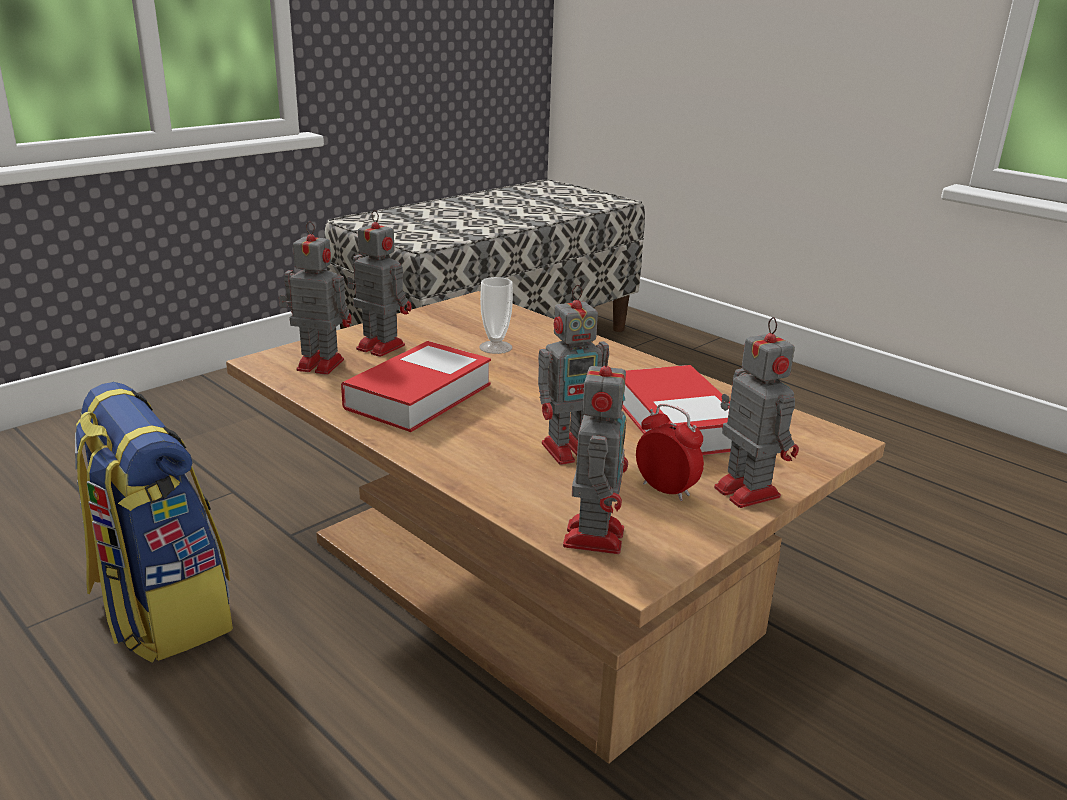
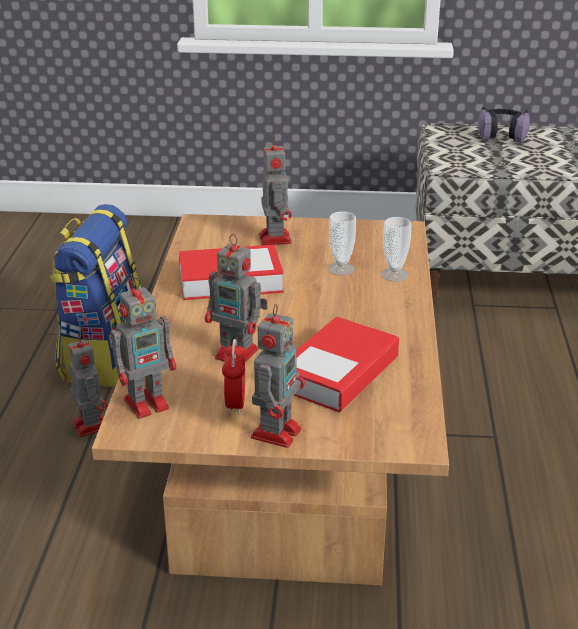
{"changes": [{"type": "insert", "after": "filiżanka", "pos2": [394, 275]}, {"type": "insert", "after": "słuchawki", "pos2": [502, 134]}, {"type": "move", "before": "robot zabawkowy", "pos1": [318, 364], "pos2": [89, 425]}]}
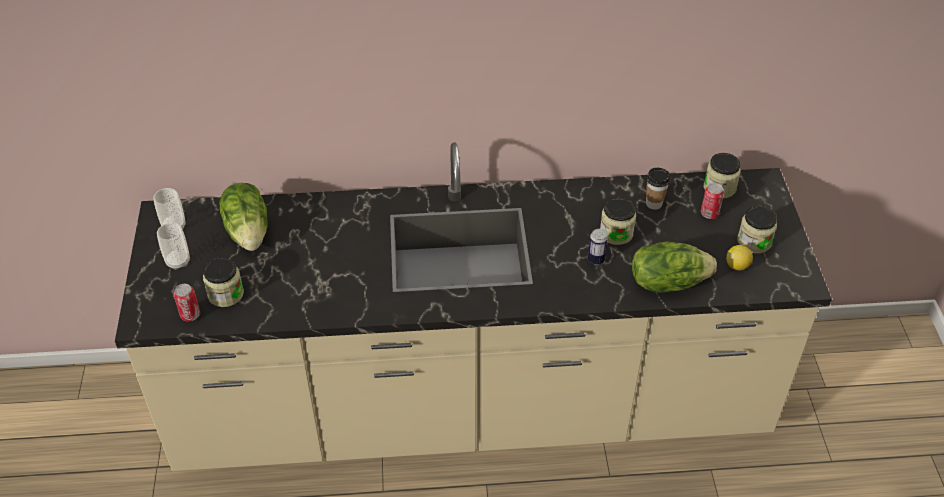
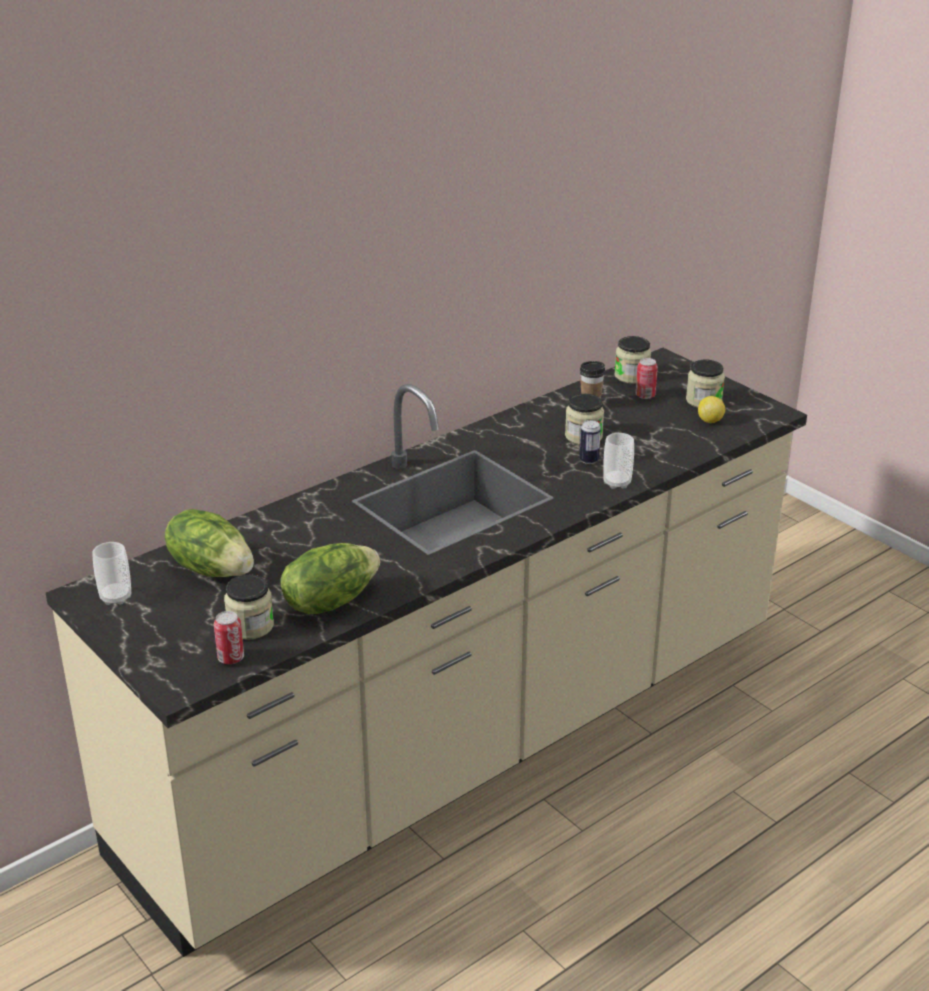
{"changes": [{"type": "move", "before": "filiżanka", "pos1": [178, 261], "pos2": [617, 483]}, {"type": "move", "before": "sałata", "pos1": [667, 282], "pos2": [330, 601]}]}
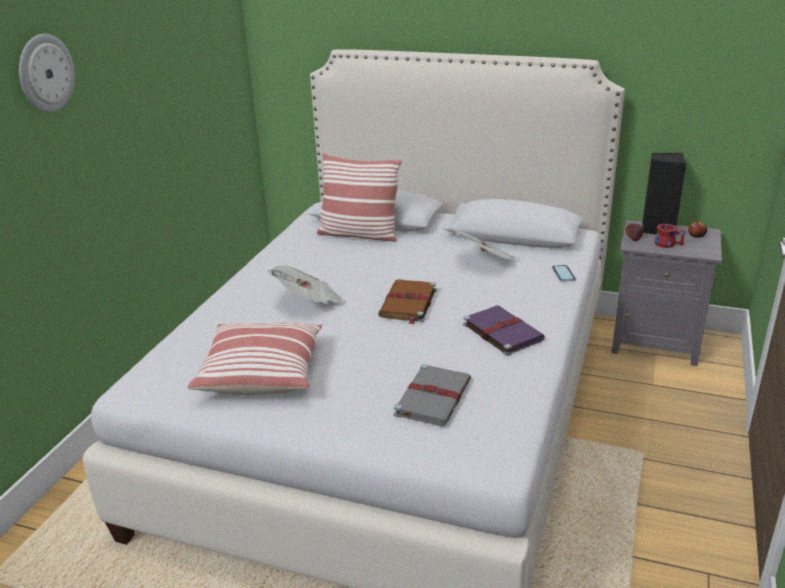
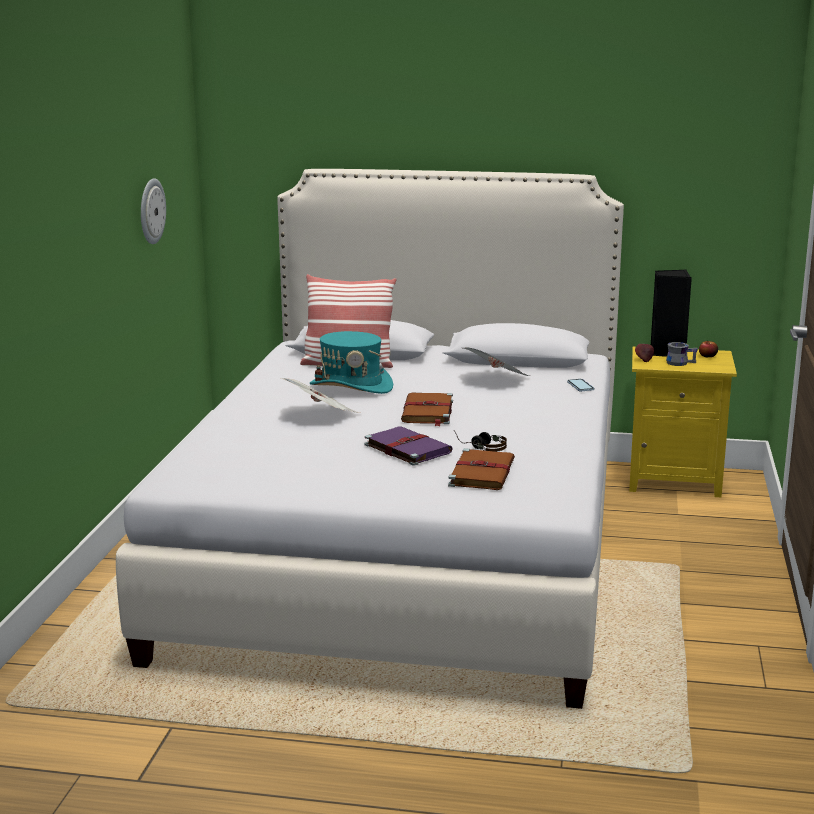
{"changes": [{"type": "delete", "before": "poduszka", "pos1": [261, 373]}, {"type": "insert", "after": "kapelusz [turkusowy]", "pos2": [351, 386]}, {"type": "insert", "after": "słuchawki", "pos2": [480, 447]}, {"type": "move", "before": "zegar ścienny", "pos1": [45, 73], "pos2": [151, 211]}, {"type": "move", "before": "książka [fioletowy]", "pos1": [501, 331], "pos2": [406, 448]}, {"type": "recolor", "before": "książka [szary]", "after": "książka [brązowy]", "pos1": [433, 397], "pos2": [482, 472]}, {"type": "recolor", "before": "szafka nocna [szary]", "after": "szafka nocna [żółty]", "pos1": [655, 342], "pos2": [674, 480]}, {"type": "recolor", "before": "kubek [czerwony]", "after": "kubek [szary]", "pos1": [667, 243], "pos2": [680, 362]}]}
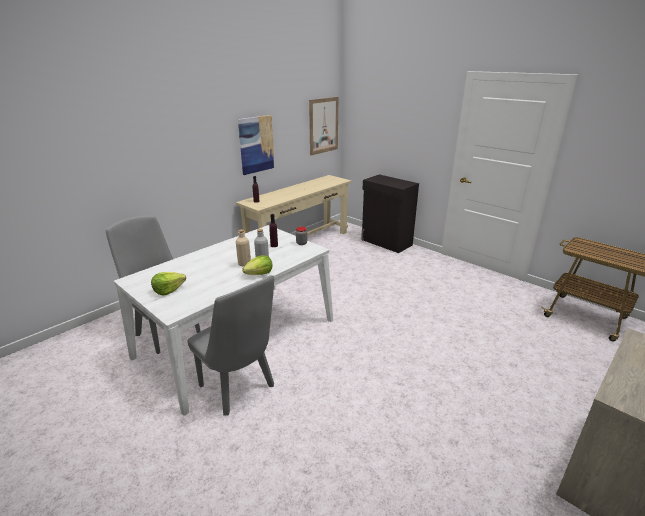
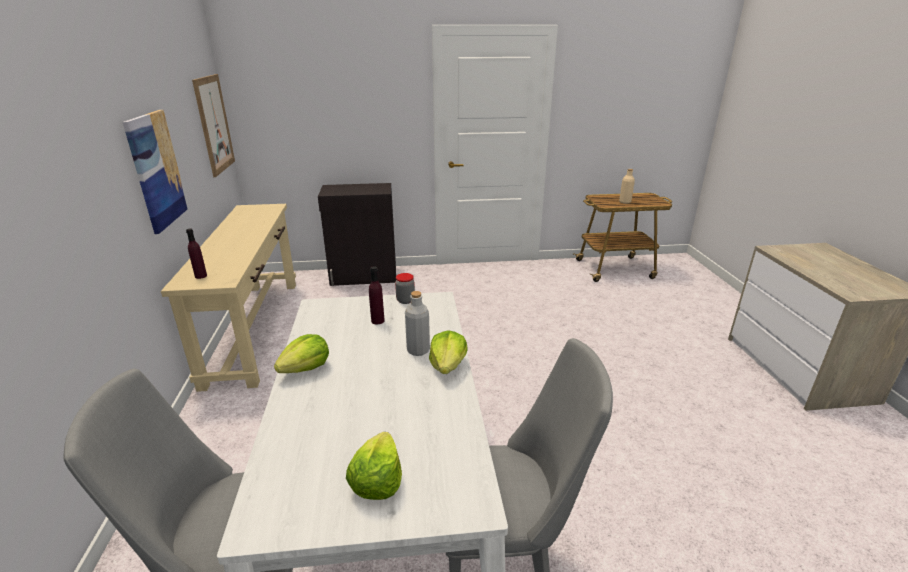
{"changes": [{"type": "insert", "after": "sałata", "pos2": [306, 368]}, {"type": "move", "before": "butelka [beżowy]", "pos1": [244, 264], "pos2": [625, 202]}]}
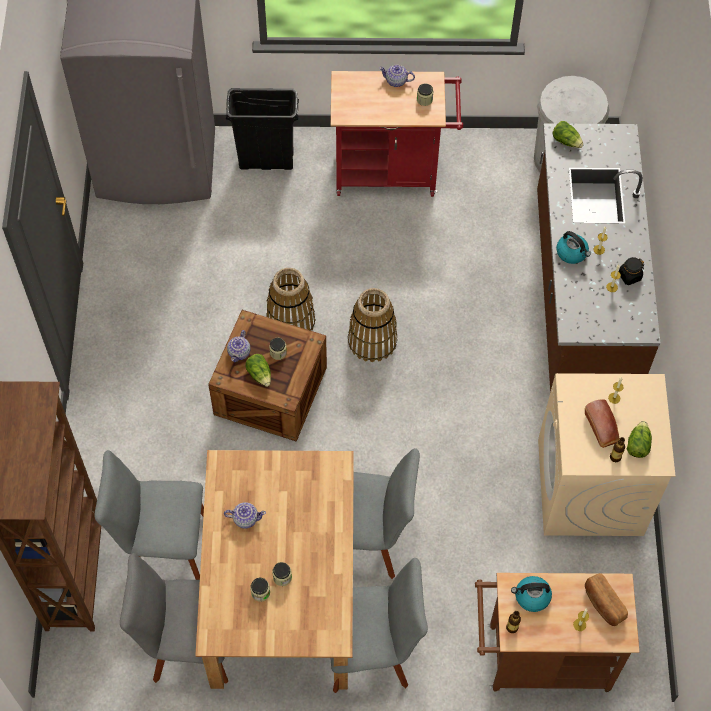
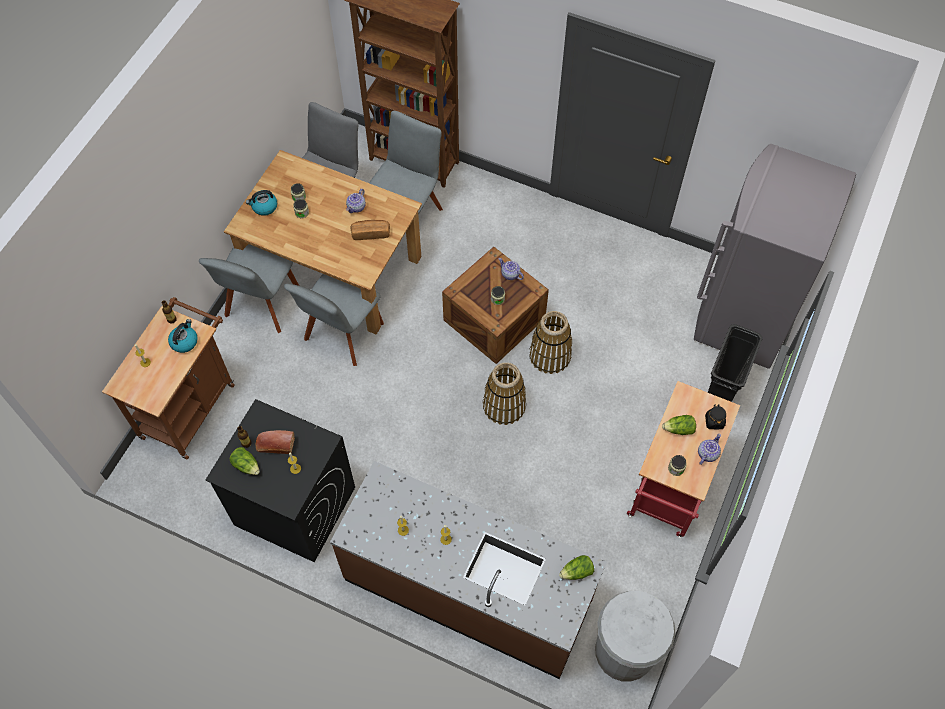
{"changes": [{"type": "move", "before": "sałata", "pos1": [260, 374], "pos2": [679, 429]}, {"type": "move", "before": "czajnik", "pos1": [572, 253], "pos2": [264, 207]}, {"type": "move", "before": "chleb", "pos1": [603, 603], "pos2": [370, 233]}, {"type": "move", "before": "słoik [czarny]", "pos1": [629, 276], "pos2": [714, 421]}, {"type": "recolor", "before": "pralka [beżowy]", "after": "pralka [czarny]", "pos1": [590, 488], "pos2": [294, 506]}]}
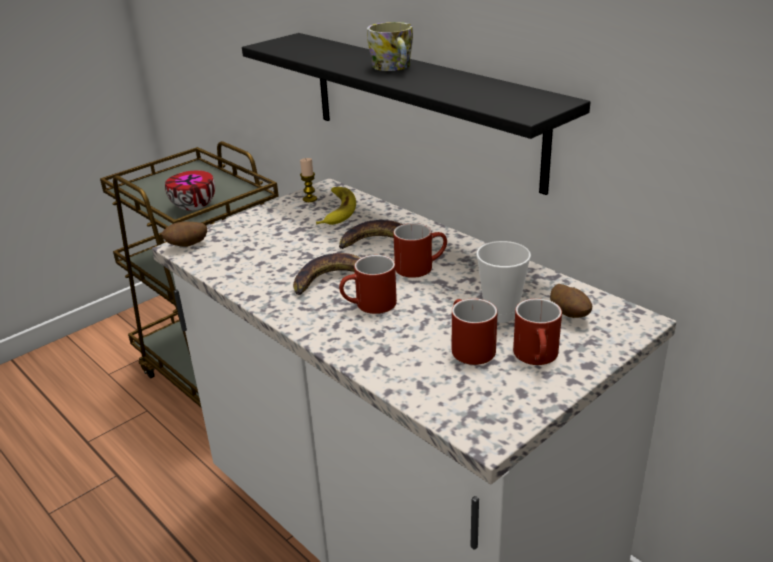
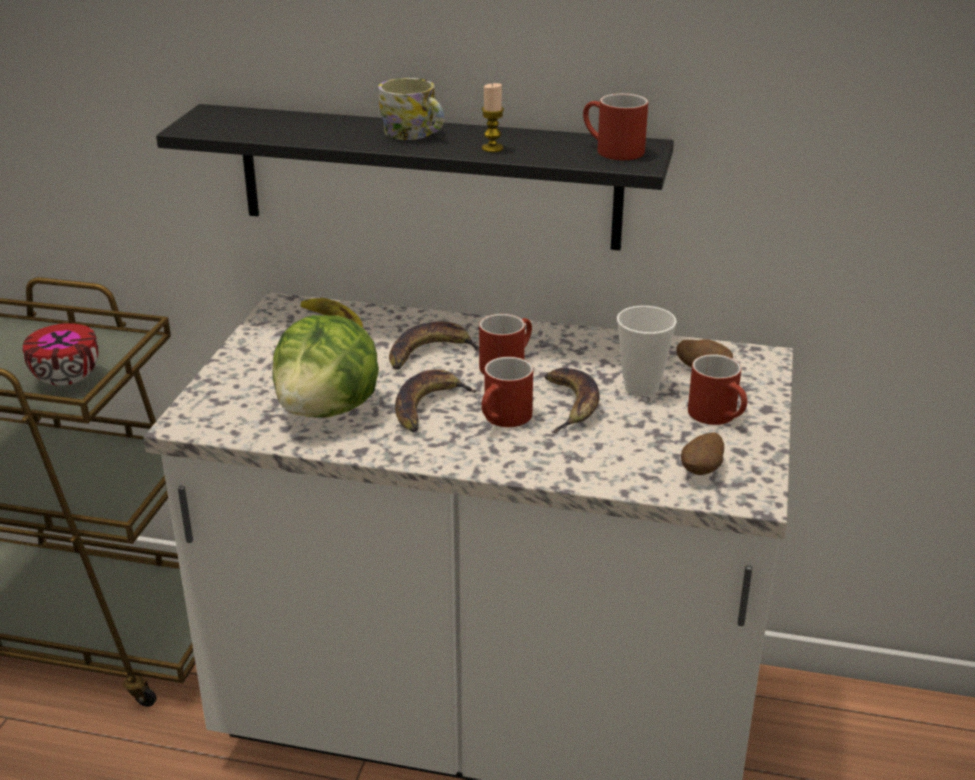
{"changes": [{"type": "insert", "after": "sałata", "pos2": [328, 410]}, {"type": "insert", "after": "banan", "pos2": [571, 405]}, {"type": "move", "before": "ziemniak", "pos1": [187, 246], "pos2": [702, 471]}, {"type": "move", "before": "świeca", "pos1": [310, 199], "pos2": [492, 148]}, {"type": "move", "before": "kubek [czerwony]", "pos1": [467, 347], "pos2": [611, 151]}]}
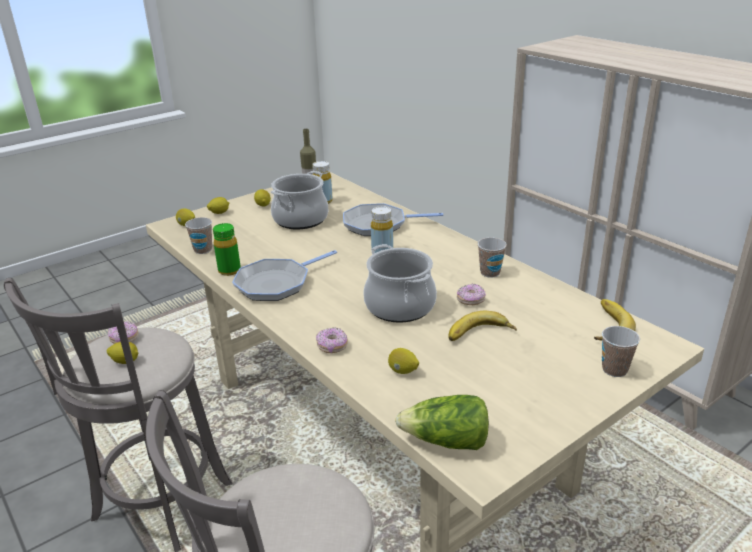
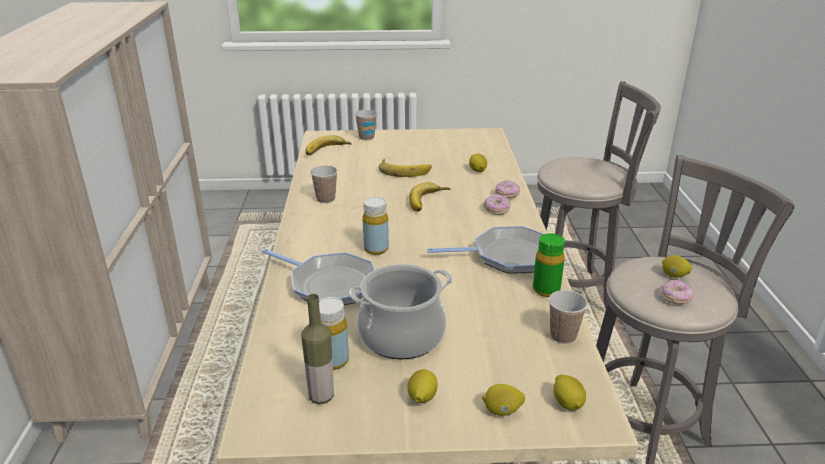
{"changes": [{"type": "delete", "before": "sałata", "pos1": [446, 442]}, {"type": "move", "before": "donut", "pos1": [471, 301], "pos2": [496, 210]}, {"type": "replace", "before": "garnek", "after": "banan", "pos1": [399, 306], "pos2": [429, 201]}]}
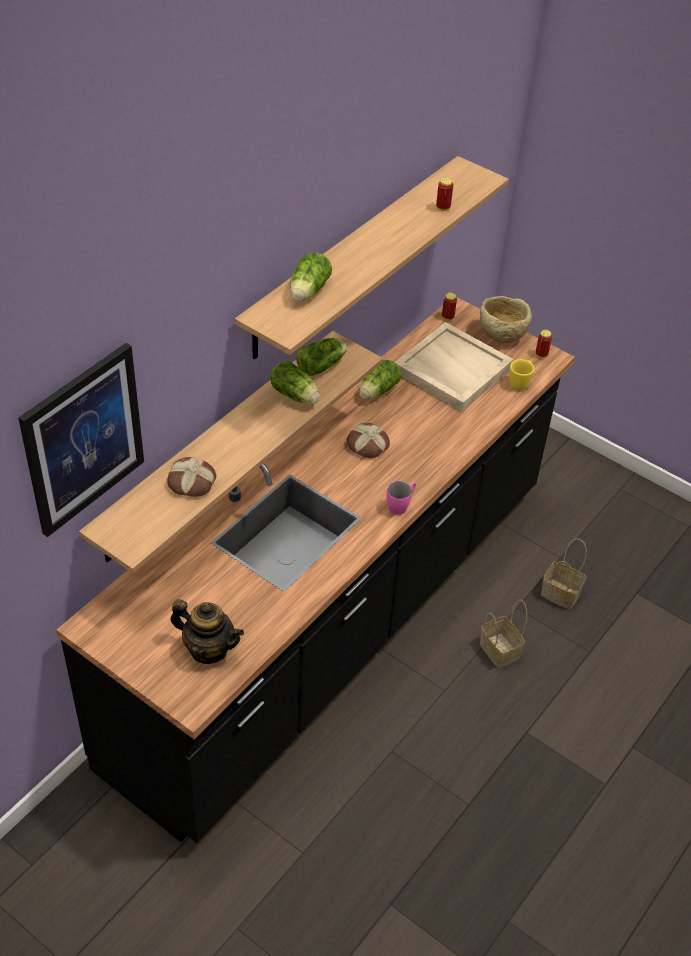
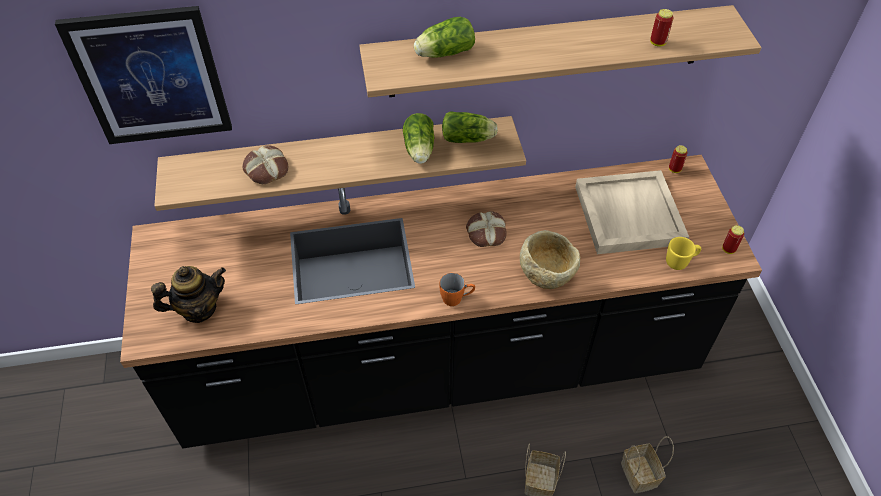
{"changes": [{"type": "delete", "before": "sałata", "pos1": [377, 391]}, {"type": "move", "before": "miska [beżowy]", "pos1": [501, 335], "pos2": [547, 275]}, {"type": "recolor", "before": "kubek [różowy]", "after": "kubek [pomarańczowy]", "pos1": [401, 505], "pos2": [457, 298]}, {"type": "rotate", "before": "imbryk", "pos1": [208, 649], "pos2": [198, 309], "turn": -90}]}
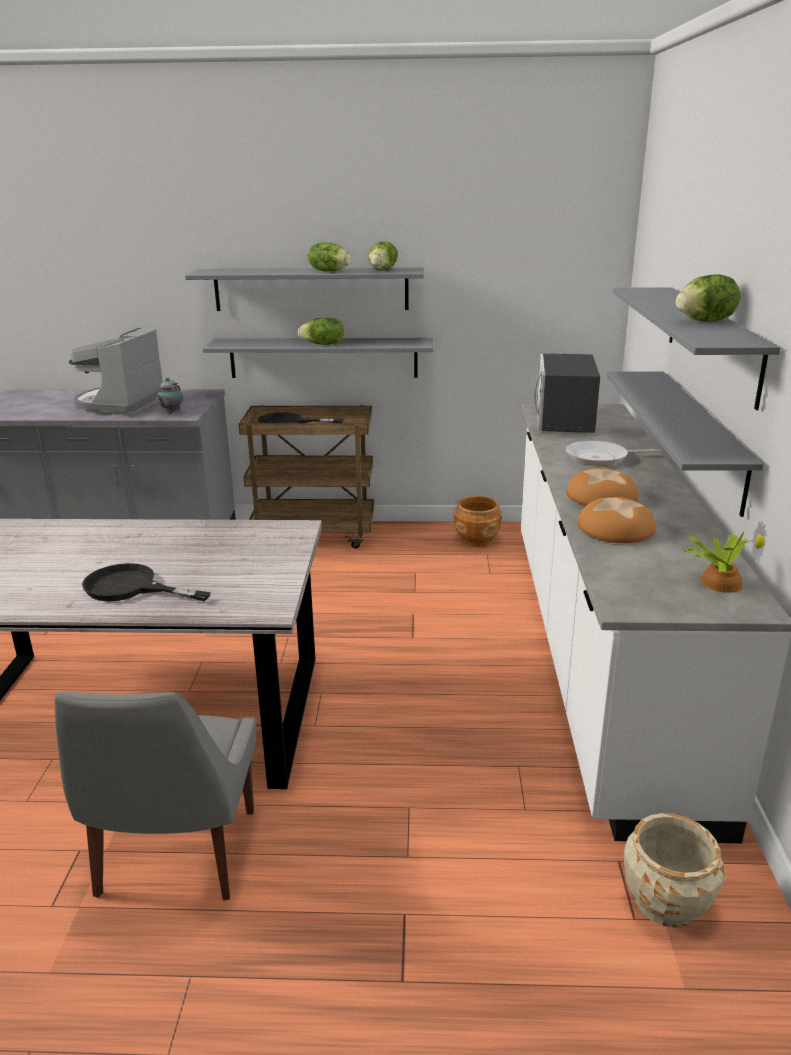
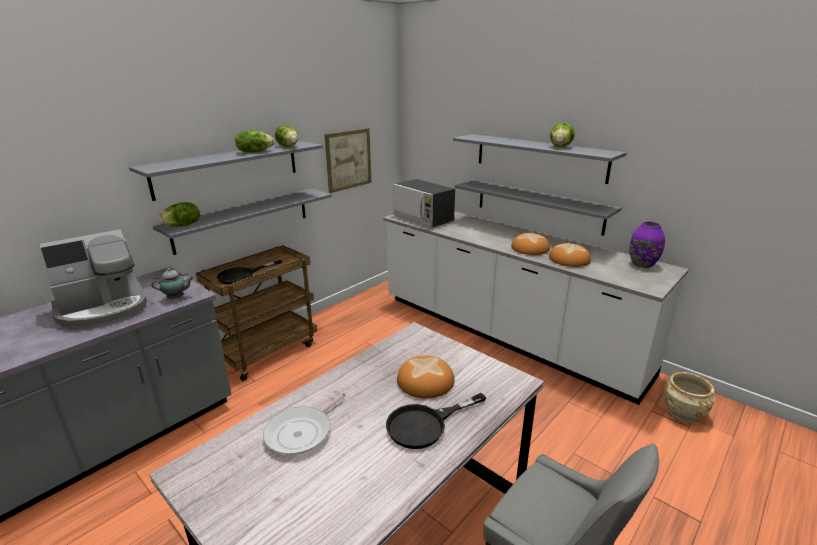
{"changes": [{"type": "delete", "before": "donica [brązowy]", "pos1": [477, 540]}, {"type": "insert", "after": "obraz", "pos2": [348, 159]}, {"type": "insert", "after": "chleb", "pos2": [426, 381]}, {"type": "move", "before": "sałata", "pos1": [323, 344], "pos2": [183, 226]}, {"type": "move", "before": "patelnia", "pos1": [600, 458], "pos2": [302, 432]}, {"type": "replace", "before": "roślina doniczkowa", "after": "wazon [fioletowy]", "pos1": [719, 581], "pos2": [642, 264]}, {"type": "rotate", "before": "ekspres do kawy", "pos1": [120, 404], "pos2": [104, 309], "turn": -90}, {"type": "rotate", "before": "imbryk", "pos1": [171, 413], "pos2": [177, 298], "turn": -75}]}
